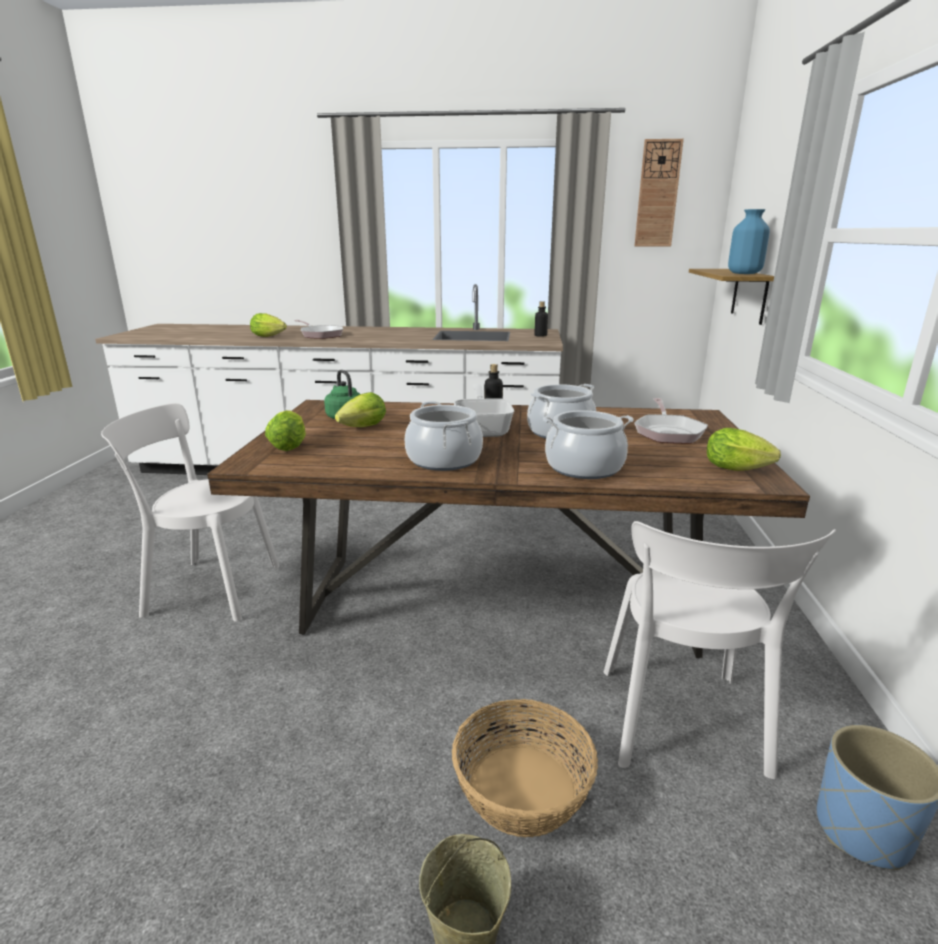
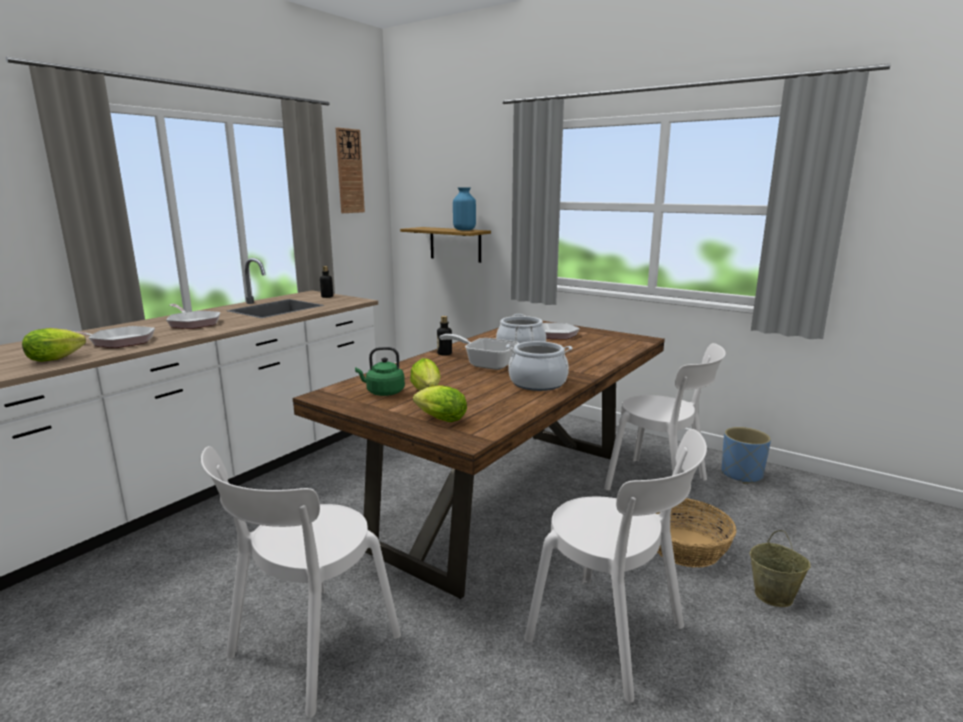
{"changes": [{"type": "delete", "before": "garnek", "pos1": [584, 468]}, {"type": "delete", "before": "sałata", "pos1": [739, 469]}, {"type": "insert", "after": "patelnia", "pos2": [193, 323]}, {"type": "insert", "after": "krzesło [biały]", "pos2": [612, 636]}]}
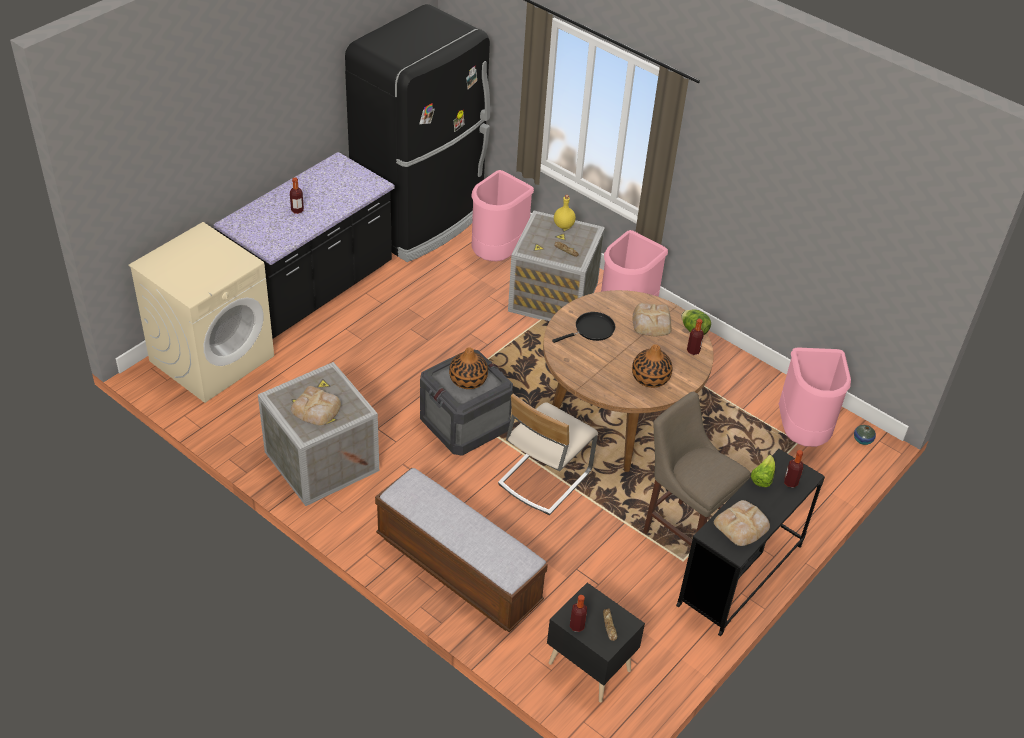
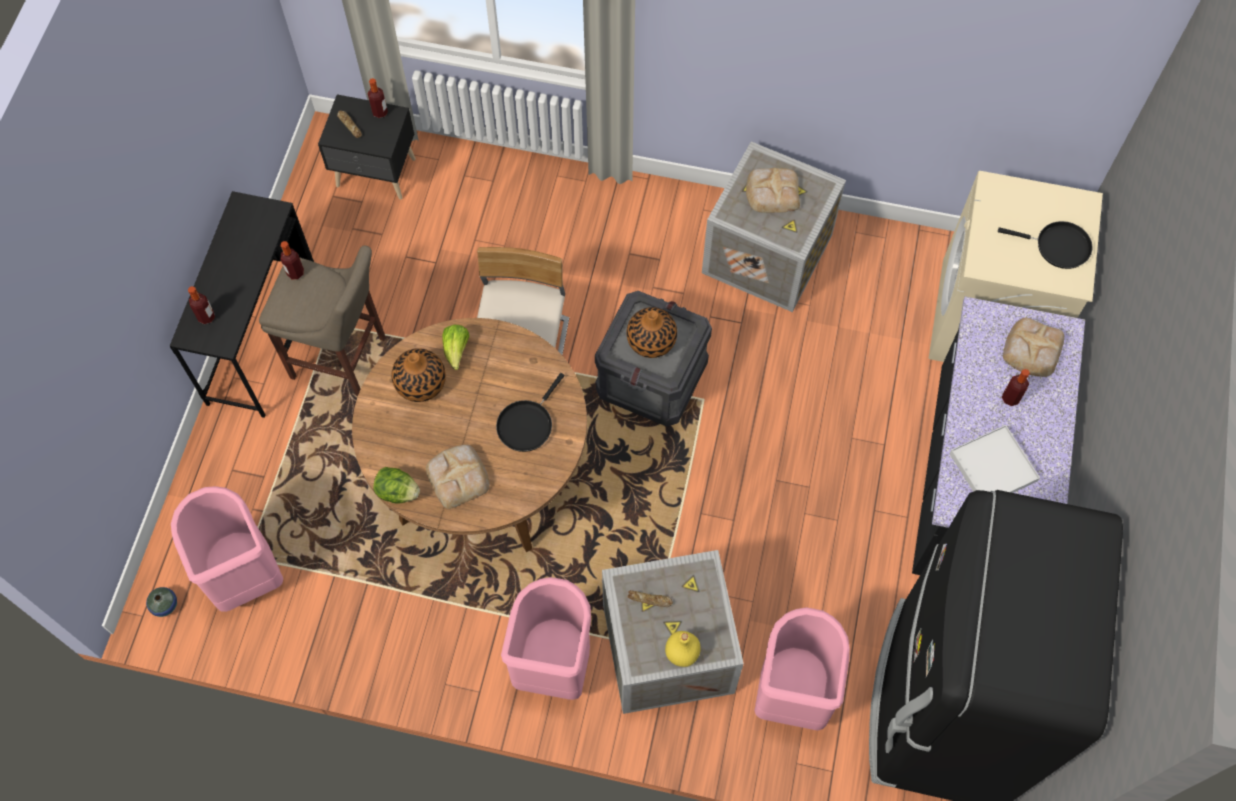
{"changes": [{"type": "delete", "before": "ławka", "pos1": [458, 569]}, {"type": "insert", "after": "taca [biały]", "pos2": [993, 467]}, {"type": "insert", "after": "patelnia [czarny]", "pos2": [1058, 246]}, {"type": "move", "before": "butelka", "pos1": [693, 351], "pos2": [295, 273]}, {"type": "move", "before": "chleb", "pos1": [742, 525], "pos2": [1031, 350]}, {"type": "move", "before": "sałata", "pos1": [762, 478], "pos2": [456, 351]}]}
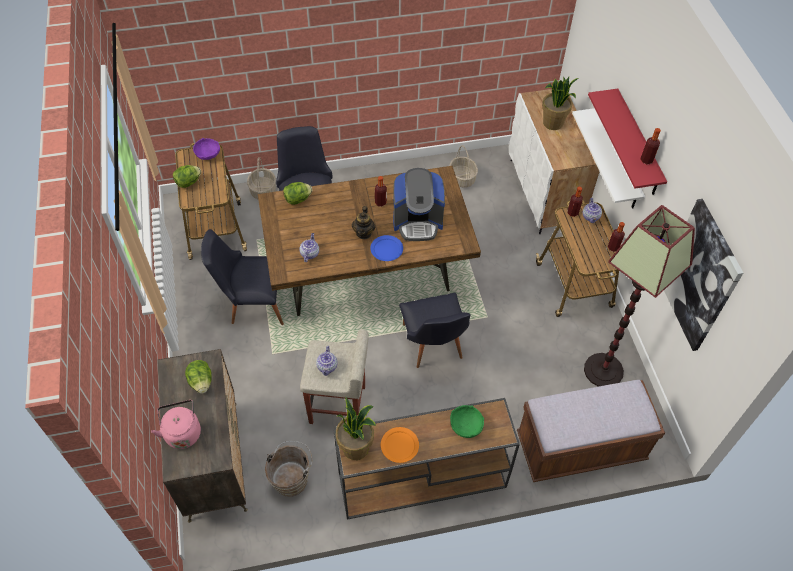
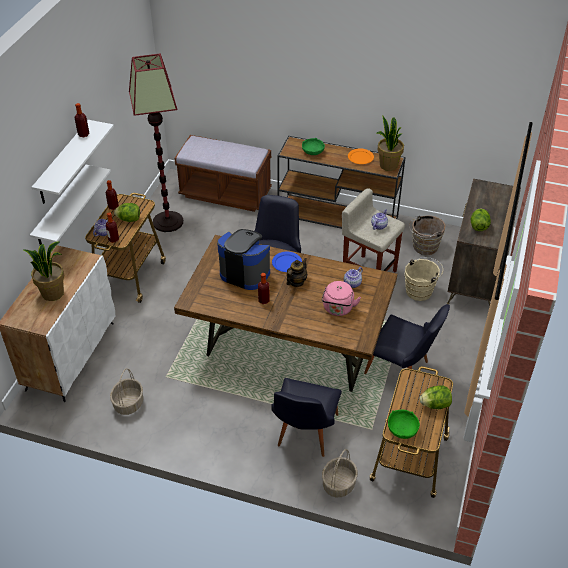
{"changes": [{"type": "delete", "before": "obraz", "pos1": [700, 277]}, {"type": "insert", "after": "wiadro [beżowy]", "pos2": [420, 290]}, {"type": "move", "before": "czajnik [różowy]", "pos1": [182, 432], "pos2": [338, 309]}, {"type": "move", "before": "sałata", "pos1": [298, 199], "pos2": [129, 219]}, {"type": "recolor", "before": "miska [fioletowy]", "after": "miska [zielony]", "pos1": [208, 154], "pos2": [402, 430]}, {"type": "recolor", "before": "półka [czerwony]", "after": "półka [biały]", "pos1": [637, 144], "pos2": [63, 163]}]}
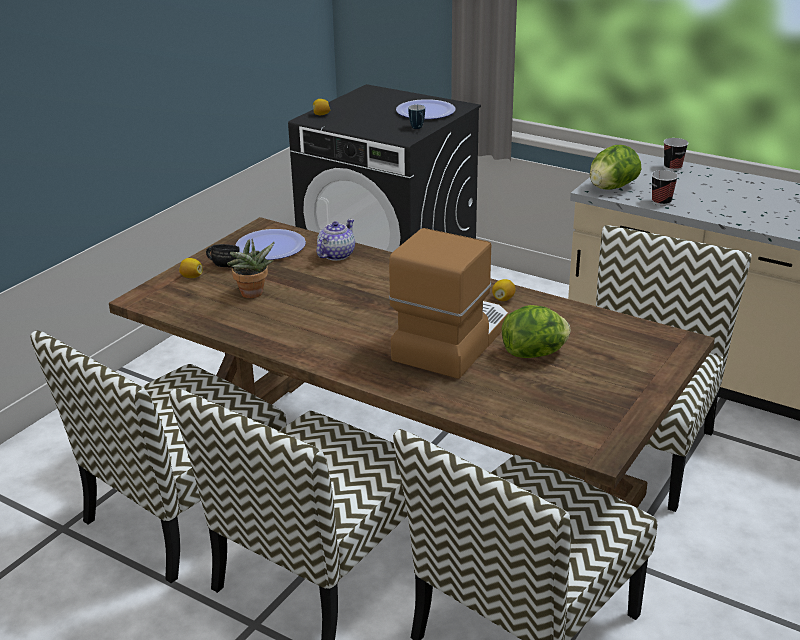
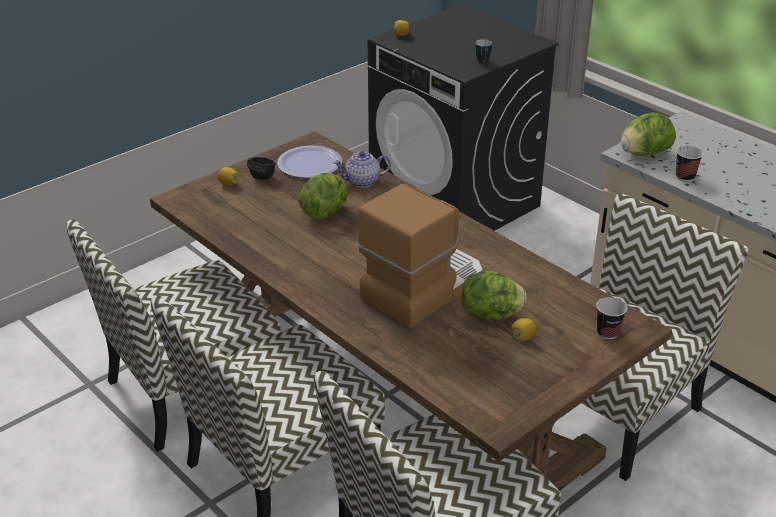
{"changes": [{"type": "delete", "before": "roślina doniczkowa", "pos1": [252, 295]}, {"type": "delete", "before": "talerz", "pos1": [425, 111]}, {"type": "insert", "after": "sałata", "pos2": [325, 212]}, {"type": "move", "before": "cytryna", "pos1": [503, 299], "pos2": [522, 338]}, {"type": "move", "before": "filiżanka", "pos1": [672, 167], "pos2": [607, 333]}, {"type": "rotate", "before": "imbryk", "pos1": [336, 255], "pos2": [363, 182], "turn": -150}]}
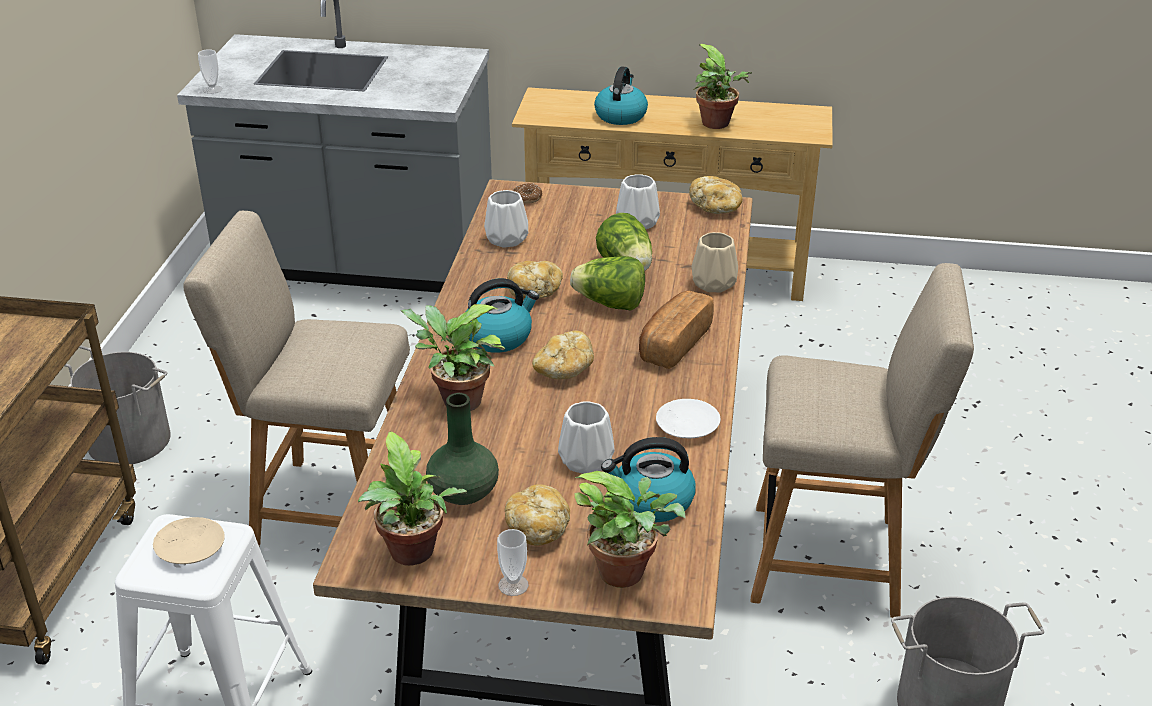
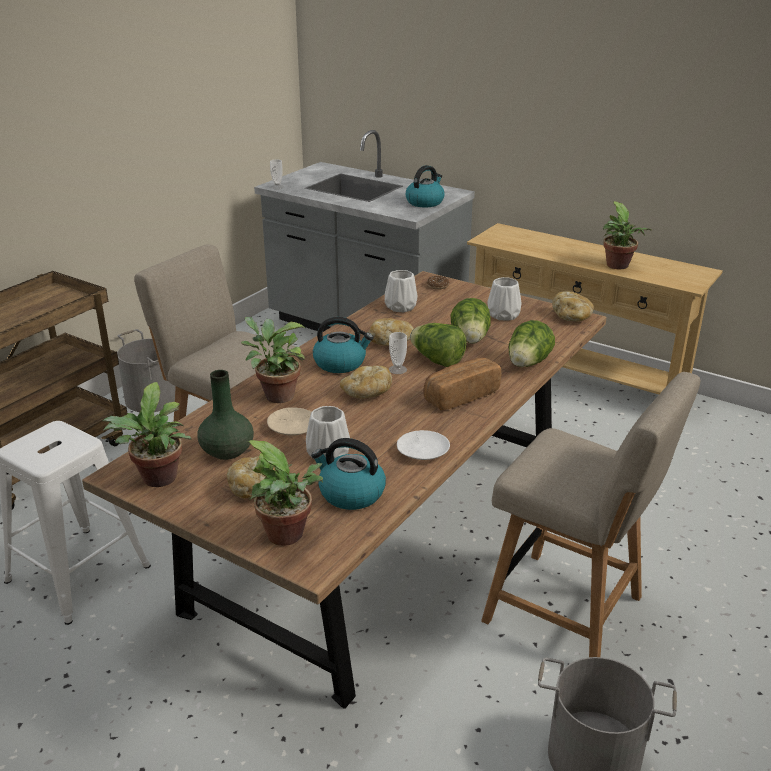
{"changes": [{"type": "move", "before": "talerz [beżowy]", "pos1": [190, 547], "pos2": [292, 427]}, {"type": "move", "before": "filiżanka", "pos1": [513, 585], "pos2": [397, 369]}, {"type": "move", "before": "czajnik", "pos1": [620, 115], "pos2": [425, 202]}, {"type": "replace", "before": "wazon [beżowy]", "after": "sałata", "pos1": [714, 283], "pos2": [527, 364]}]}
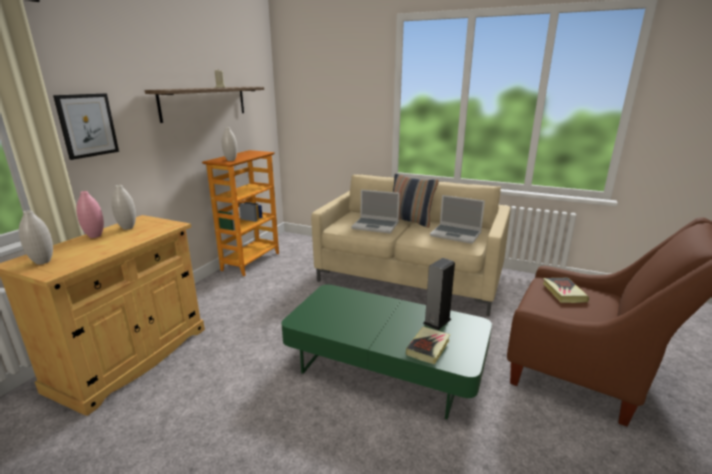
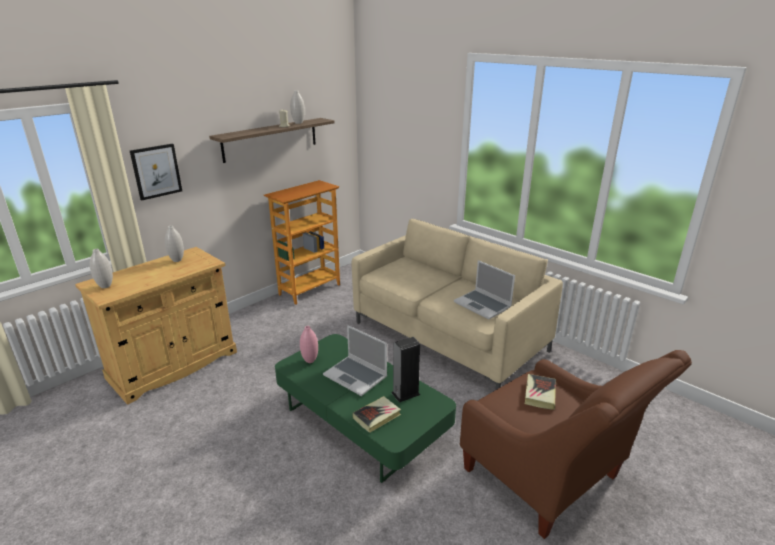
{"changes": [{"type": "delete", "before": "poduszka", "pos1": [410, 221]}, {"type": "move", "before": "wazon [różowy]", "pos1": [95, 236], "pos2": [310, 360]}, {"type": "move", "before": "wazon [biały]", "pos1": [231, 160], "pos2": [298, 123]}, {"type": "move", "before": "laptop", "pos1": [376, 226], "pos2": [356, 376]}]}
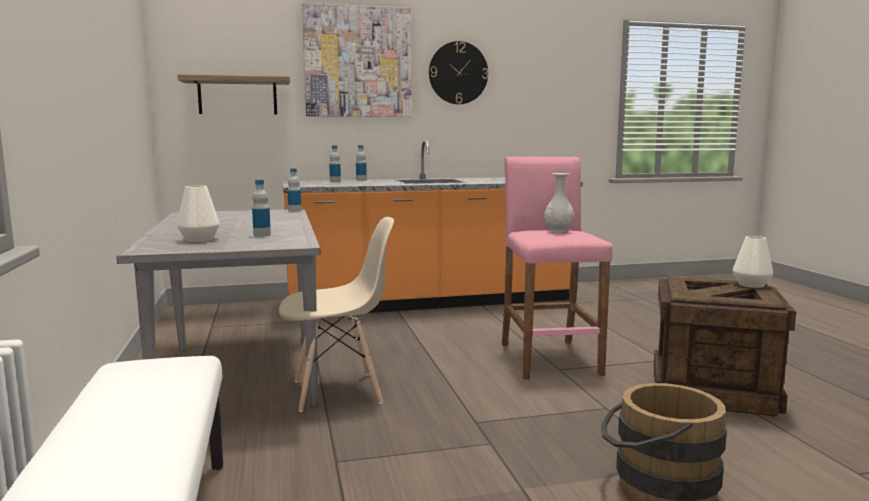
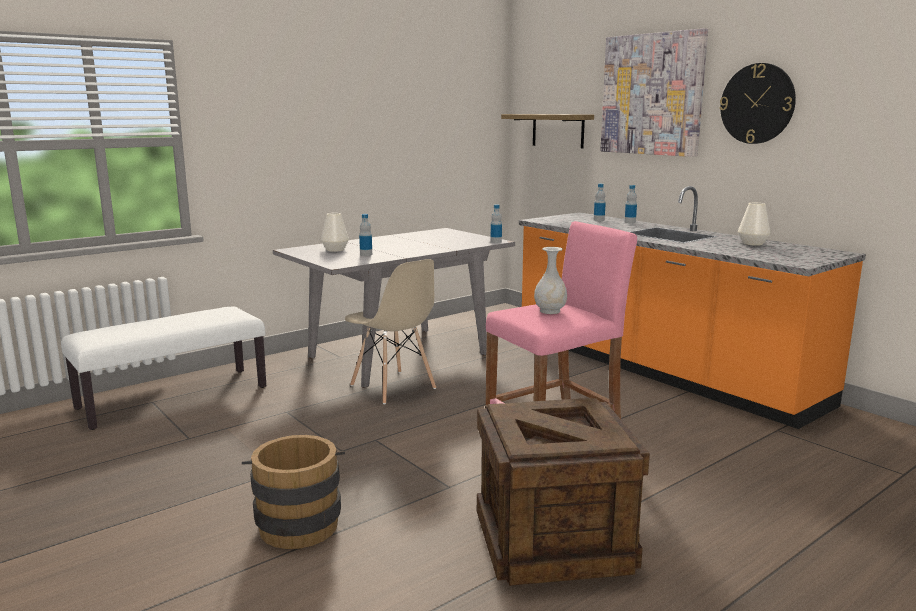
{"changes": [{"type": "move", "before": "wazon [biały]", "pos1": [751, 285], "pos2": [752, 243]}]}
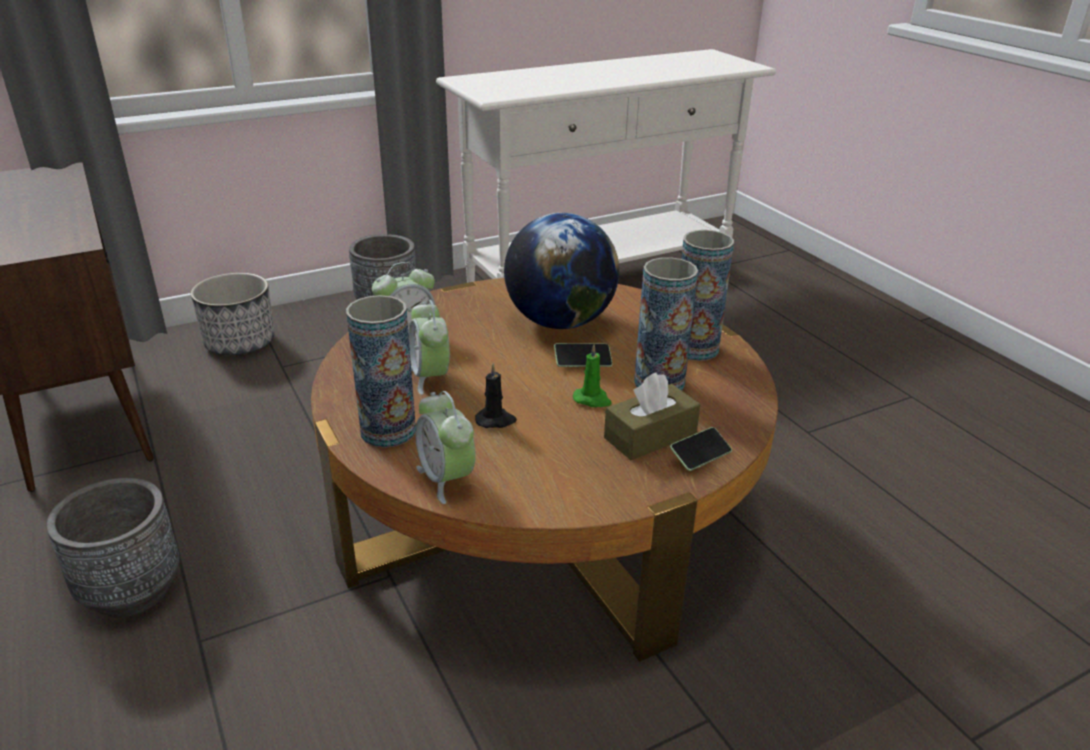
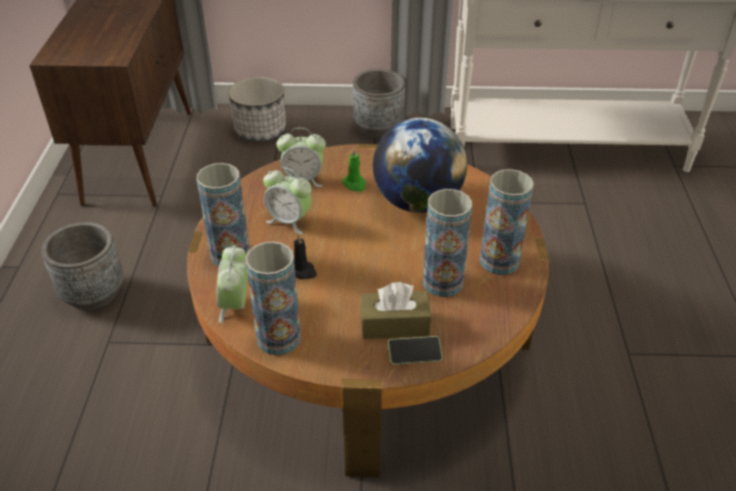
{"changes": [{"type": "delete", "before": "telefon", "pos1": [582, 362]}, {"type": "insert", "after": "wazon", "pos2": [278, 338]}, {"type": "move", "before": "świeca [zielony]", "pos1": [592, 399], "pos2": [355, 184]}, {"type": "rotate", "before": "budzik", "pos1": [430, 377], "pos2": [289, 221], "turn": -75}]}
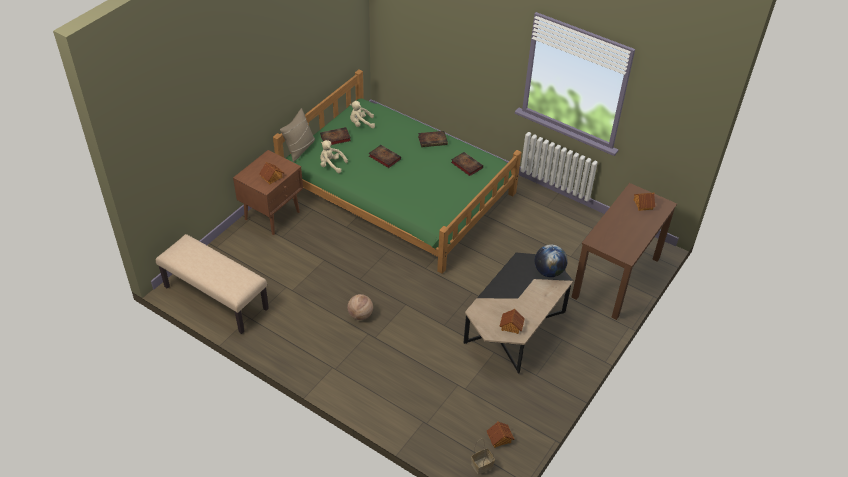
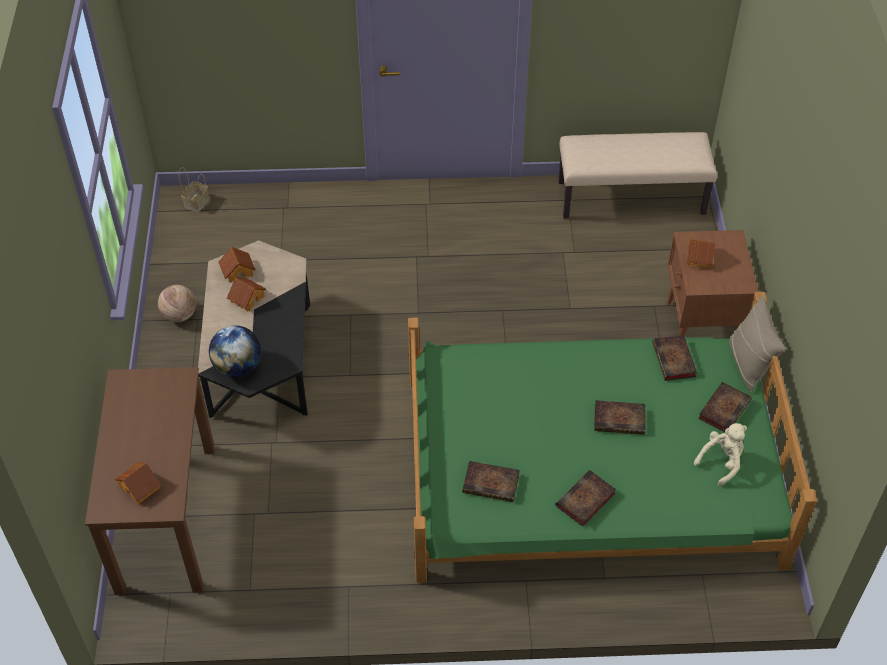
{"changes": [{"type": "move", "before": "piłka do koszykówki", "pos1": [360, 315], "pos2": [179, 315]}, {"type": "move", "before": "domek", "pos1": [499, 438], "pos2": [247, 298]}, {"type": "replace", "before": "pluszak [beżowy]", "after": "książka", "pos1": [331, 165], "pos2": [674, 361]}]}
